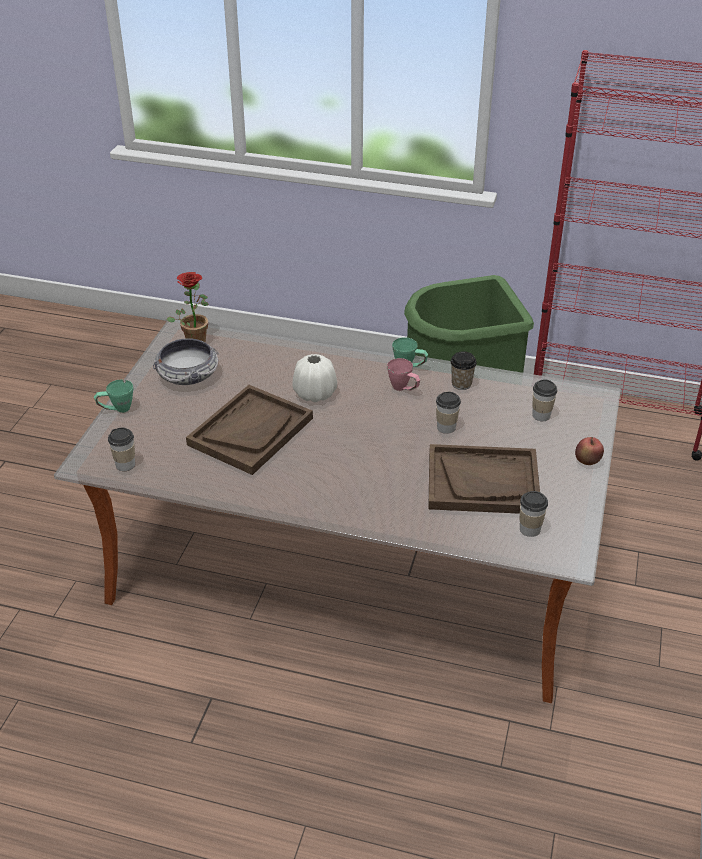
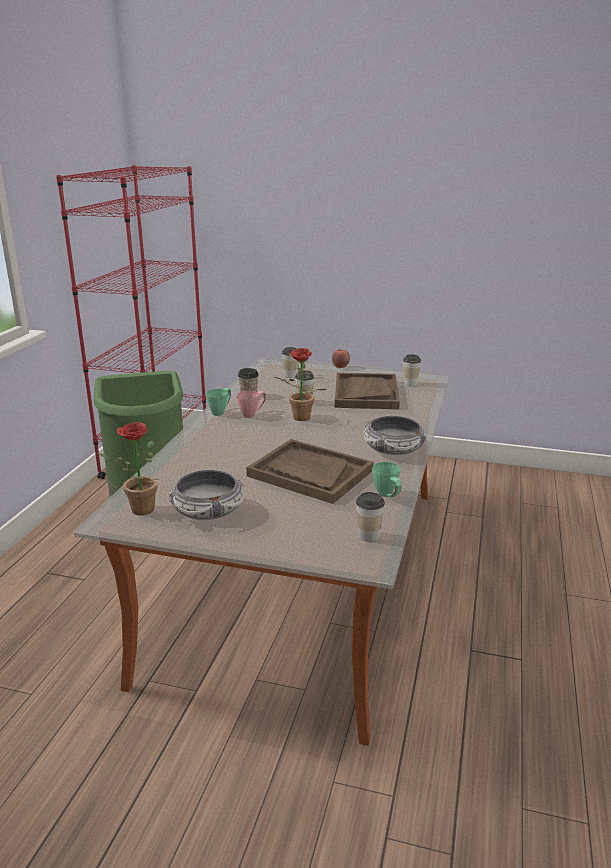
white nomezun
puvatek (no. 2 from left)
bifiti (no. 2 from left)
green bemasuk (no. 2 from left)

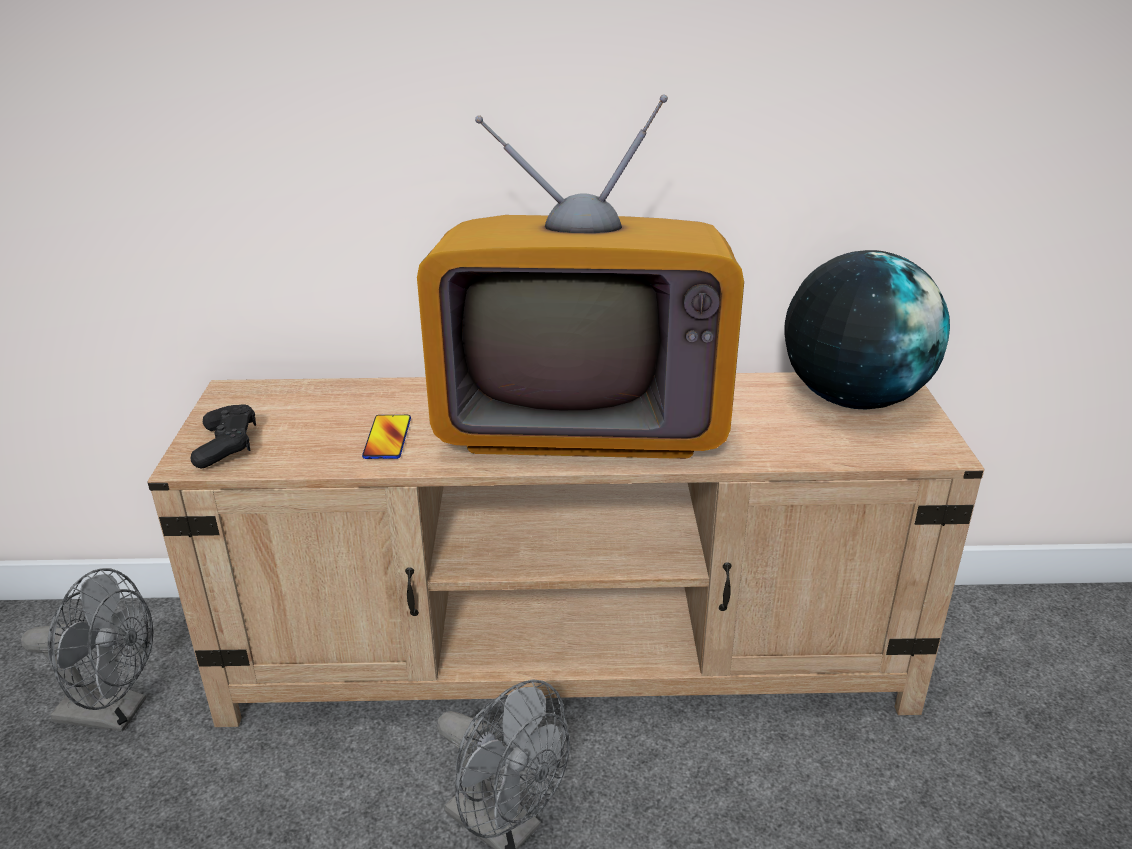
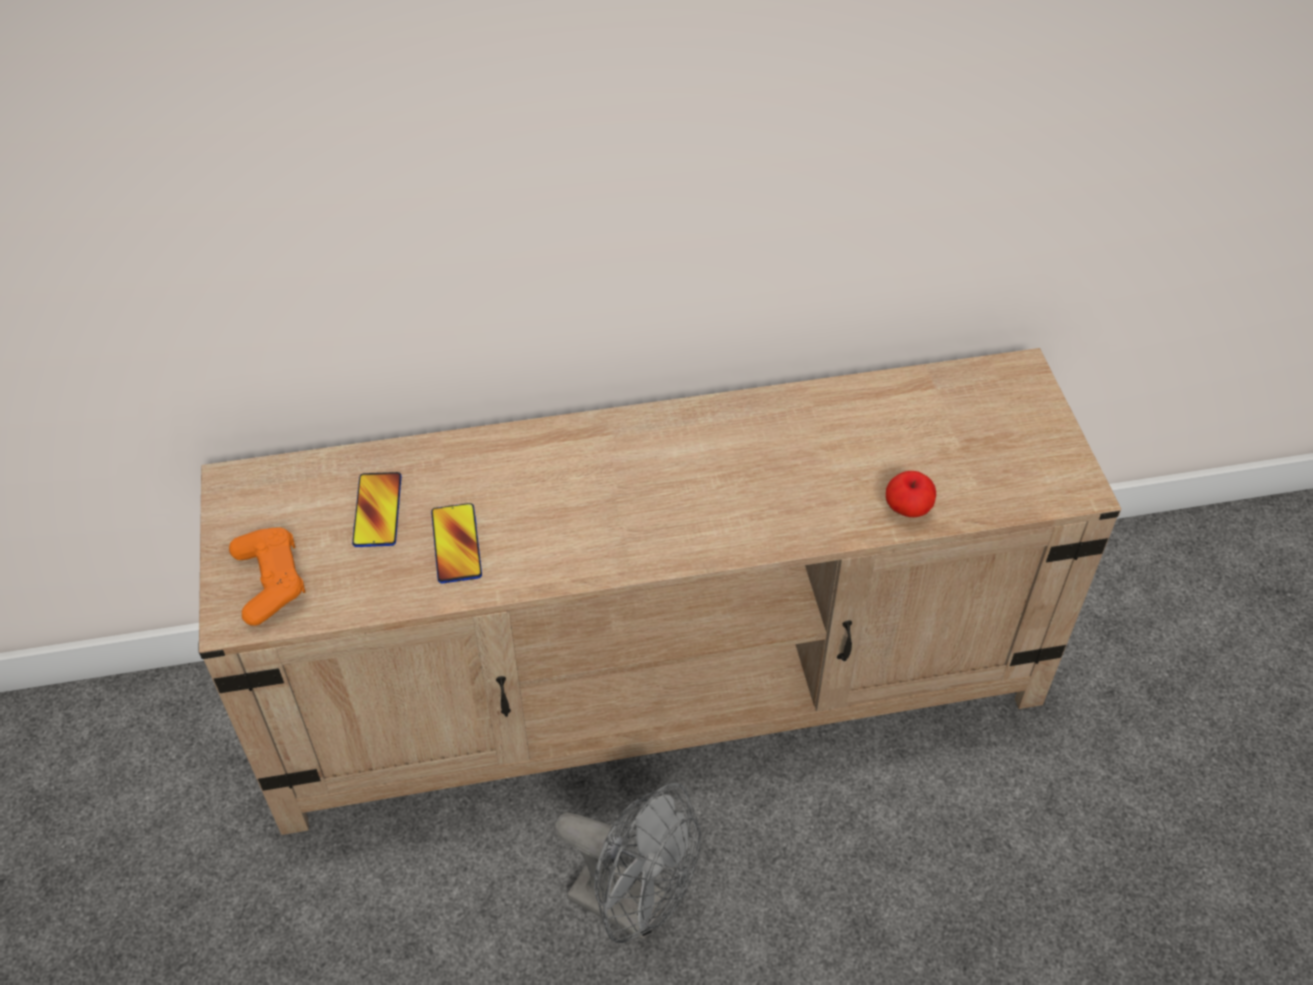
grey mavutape (no. 1 from left in the first image)
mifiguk
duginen
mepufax (no. 1 from left)
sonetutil
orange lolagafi

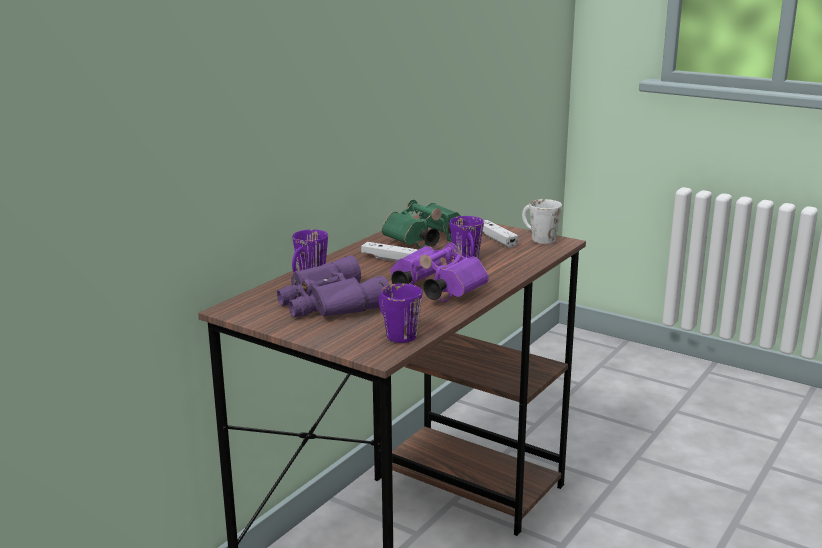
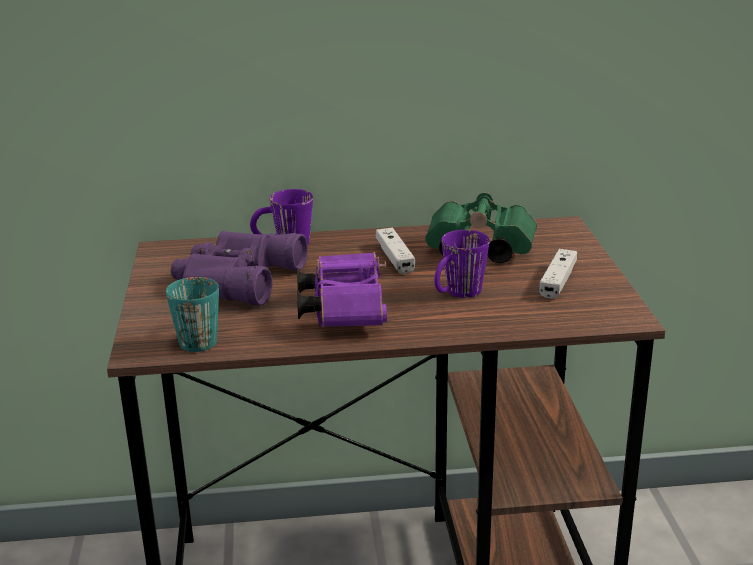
white bemasuk
turquoise bemasuk

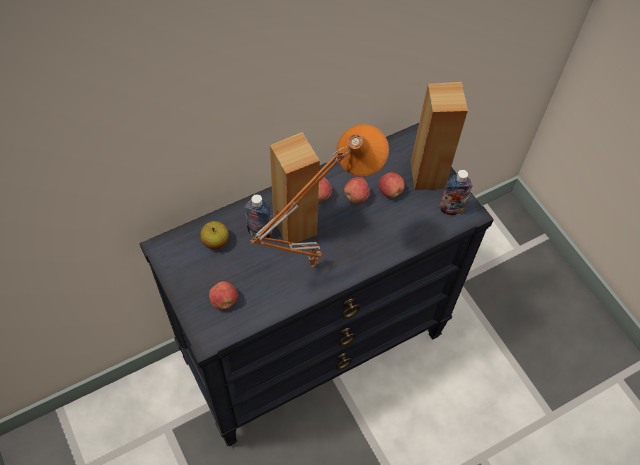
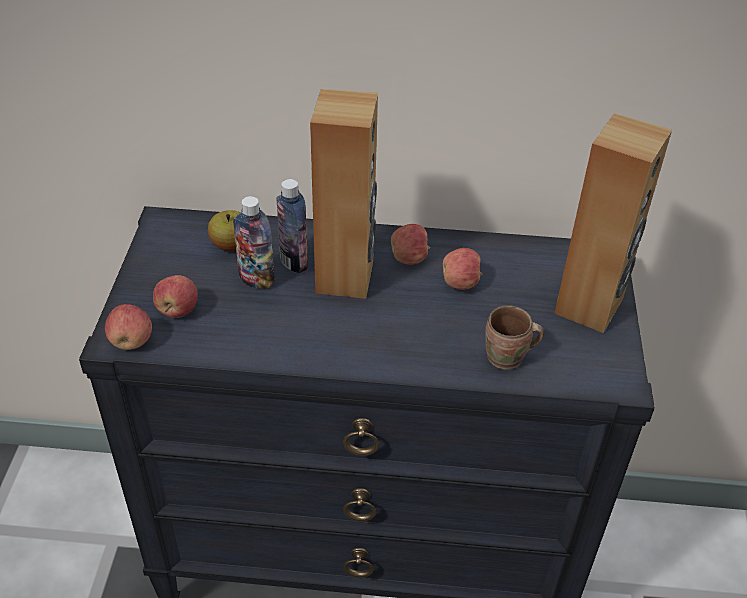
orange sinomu
brown bemasuk
sonetutil (no. 1 from left)
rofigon (no. 1 from left)

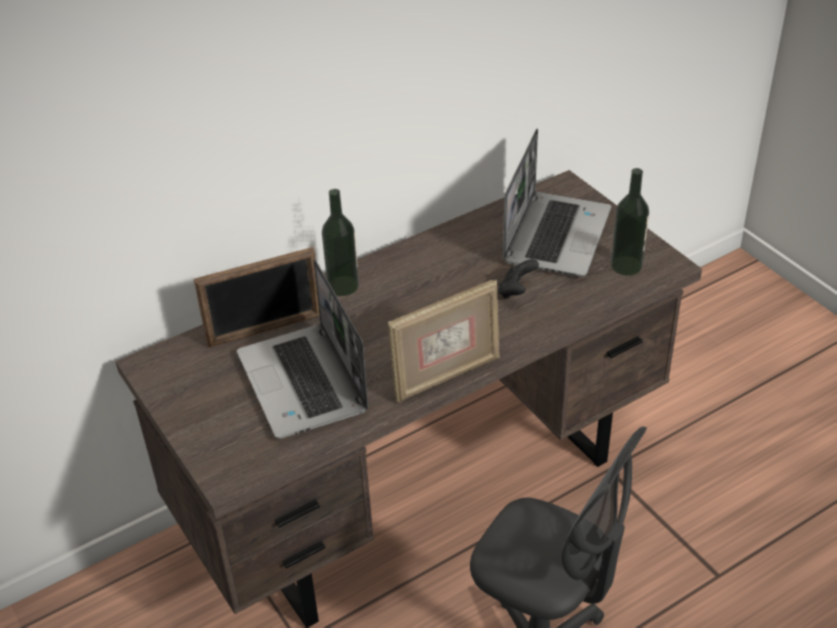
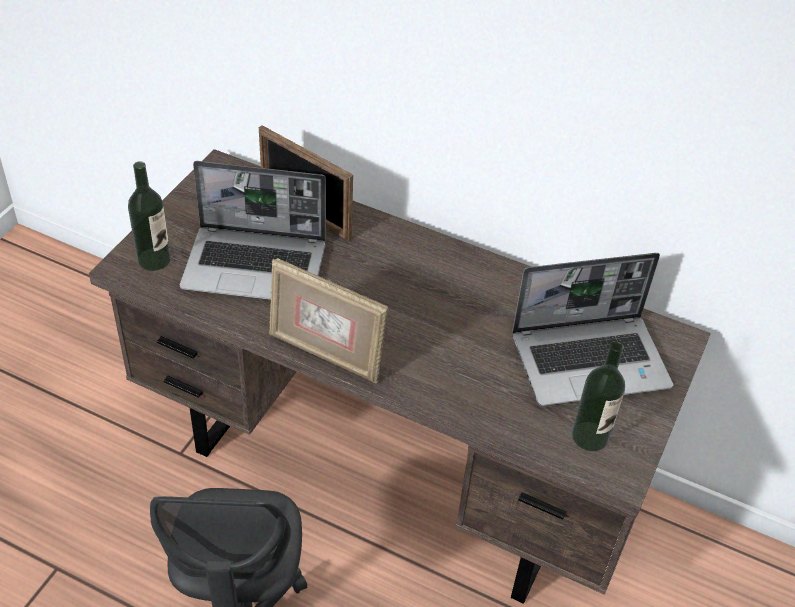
black lolagafi
rofigon (no. 1 from left)
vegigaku (no. 1 from left)

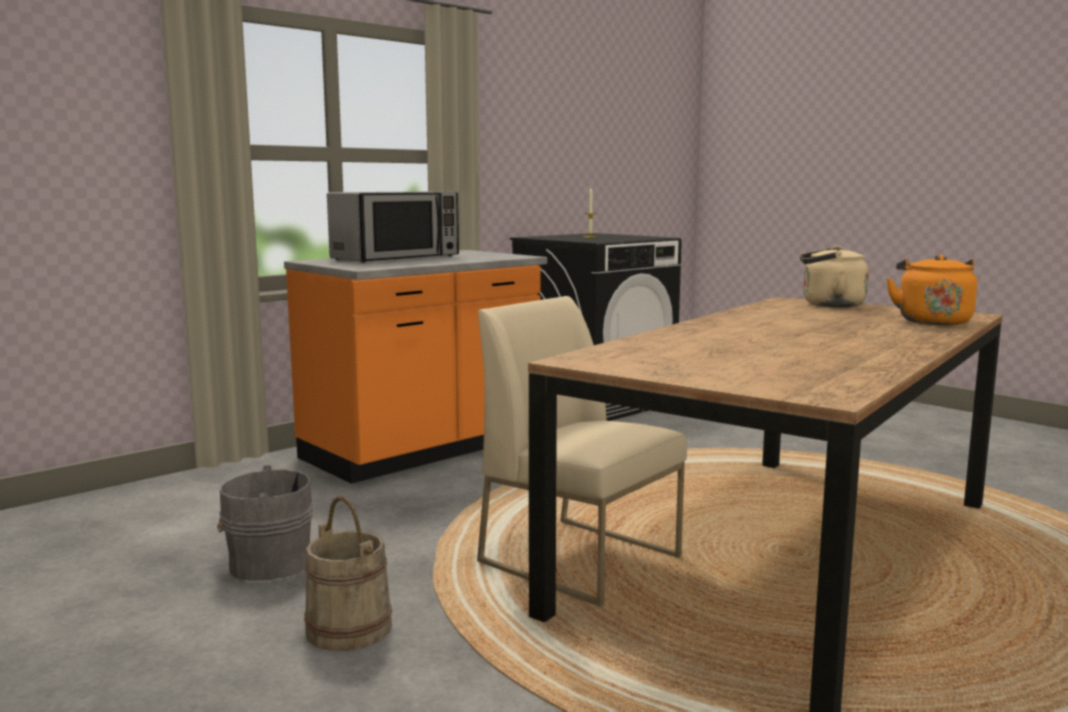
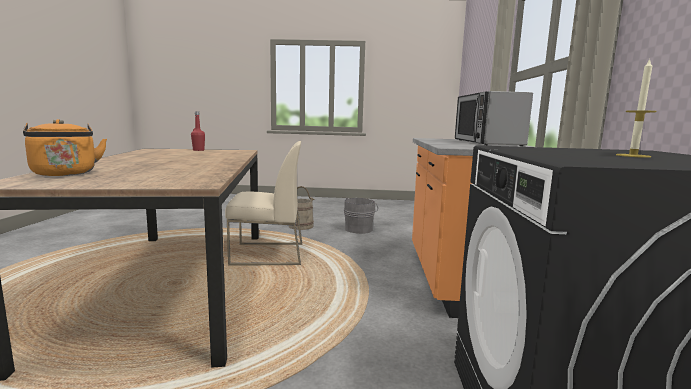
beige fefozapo
red rofigon

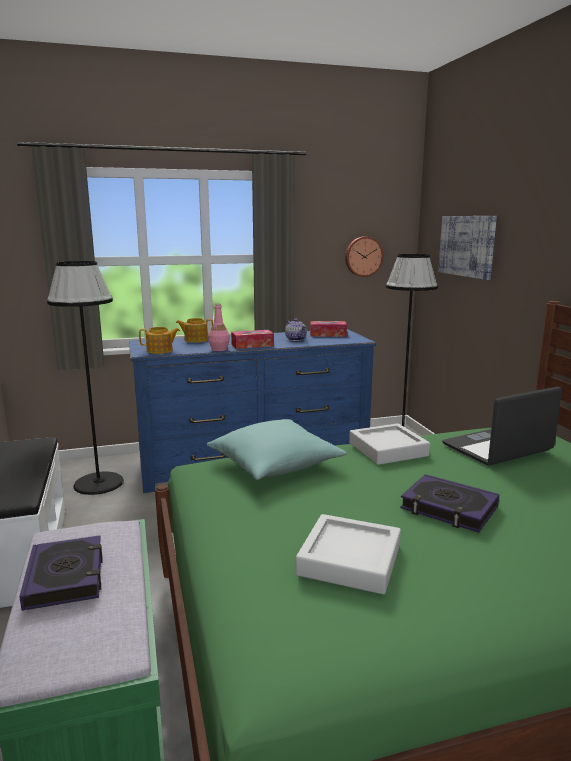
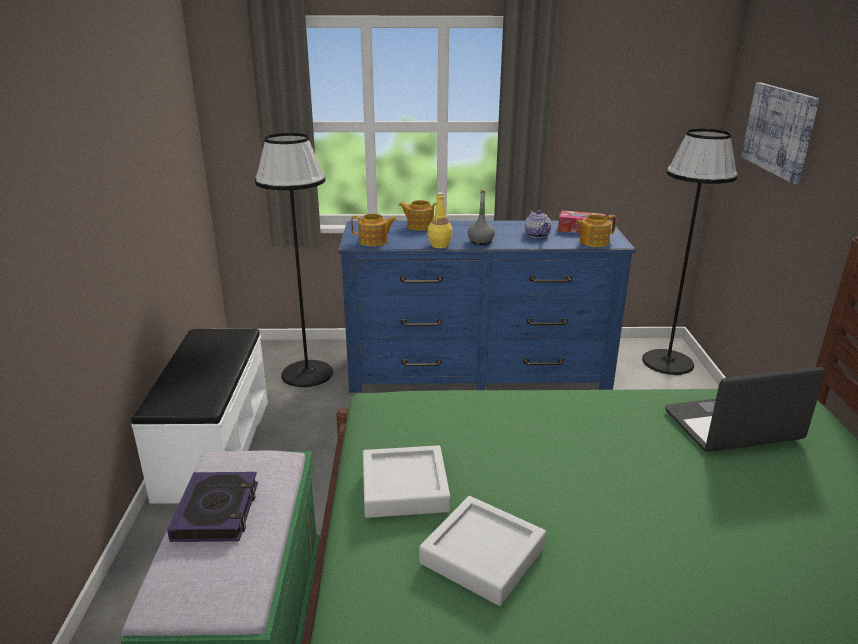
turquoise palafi
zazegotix
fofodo (no. 2 from left in the first image)
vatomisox (no. 4 from left)
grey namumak (no. 1 from left)
grey rofigon
yellow rofigon

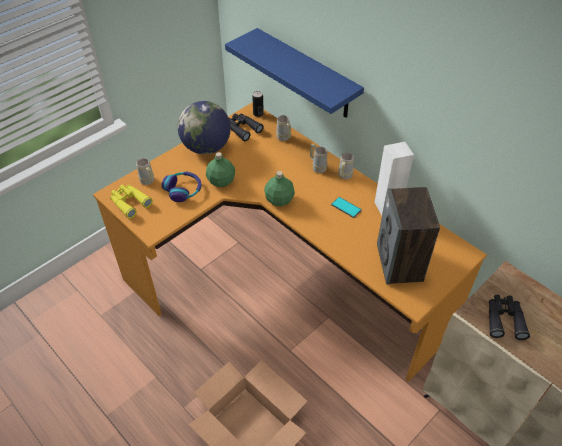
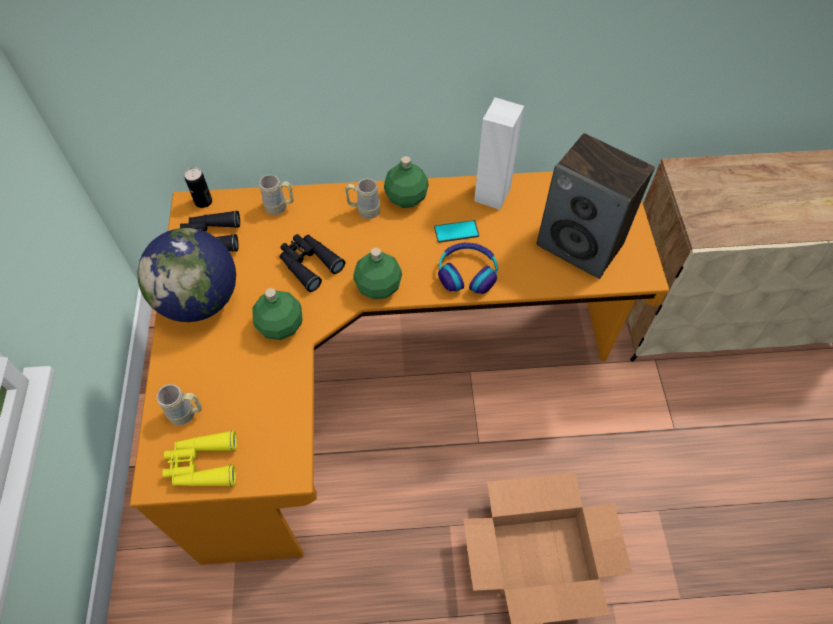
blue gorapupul
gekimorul
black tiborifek (no. 2 from left)
green rofigon (no. 3 from left)

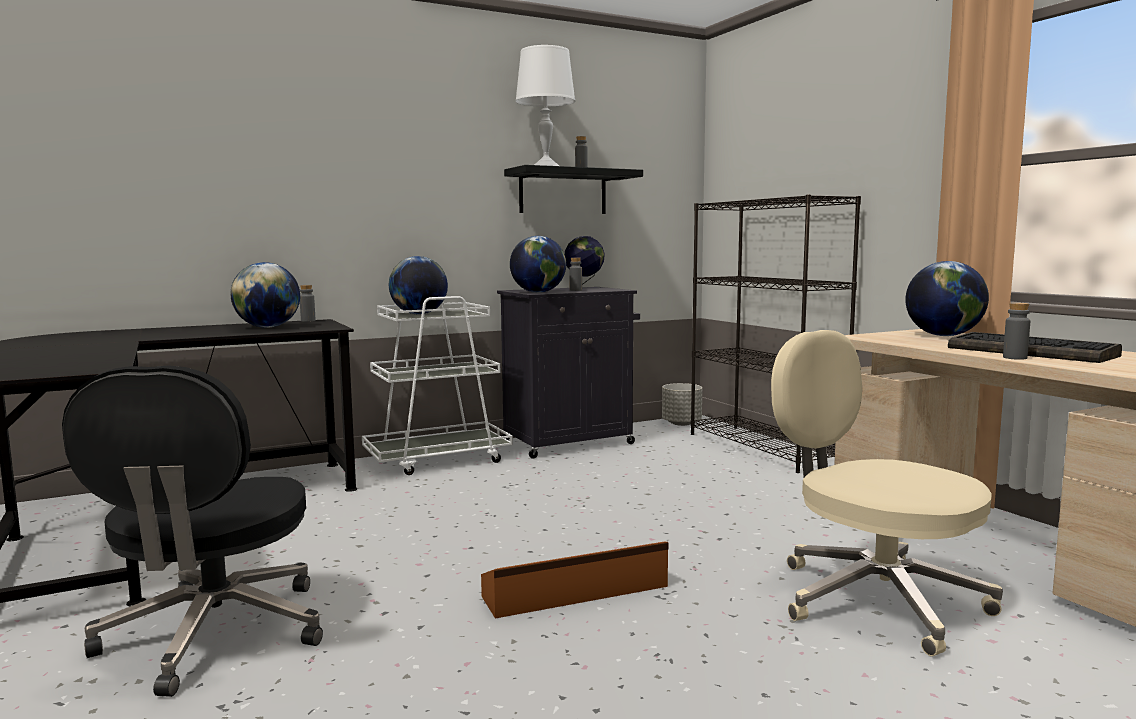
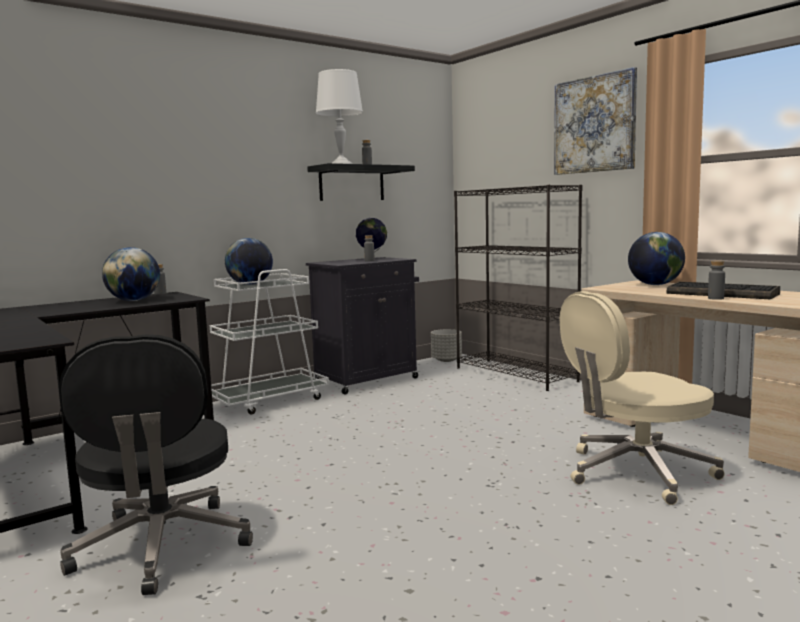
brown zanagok
duginen (no. 3 from left in the first image)
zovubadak
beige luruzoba

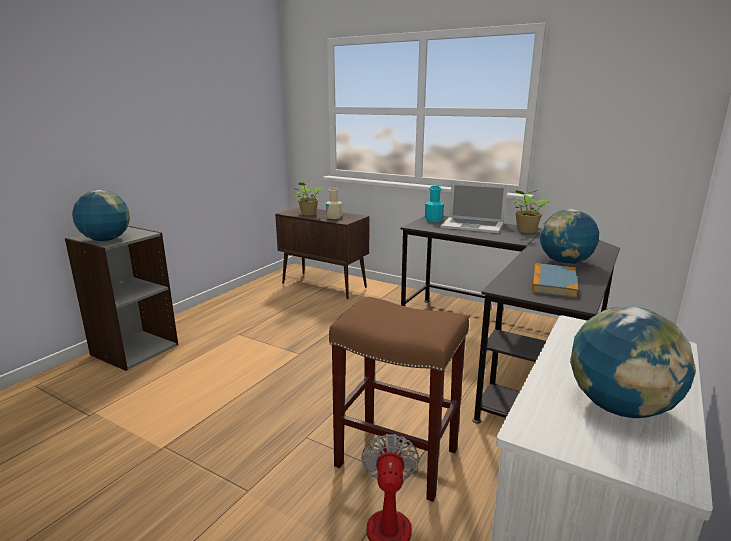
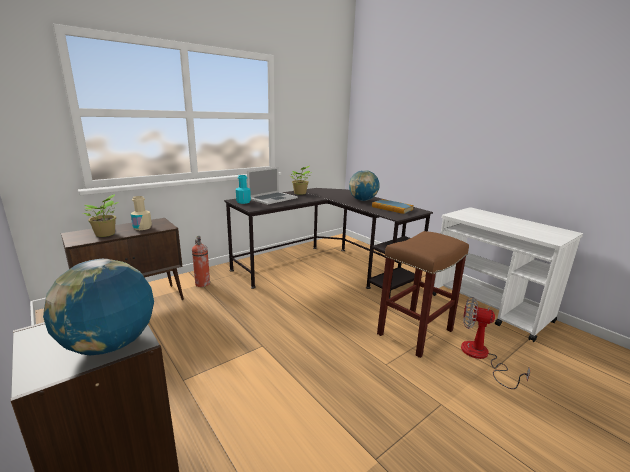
duginen (no. 3 from left in the first image)
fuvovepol

